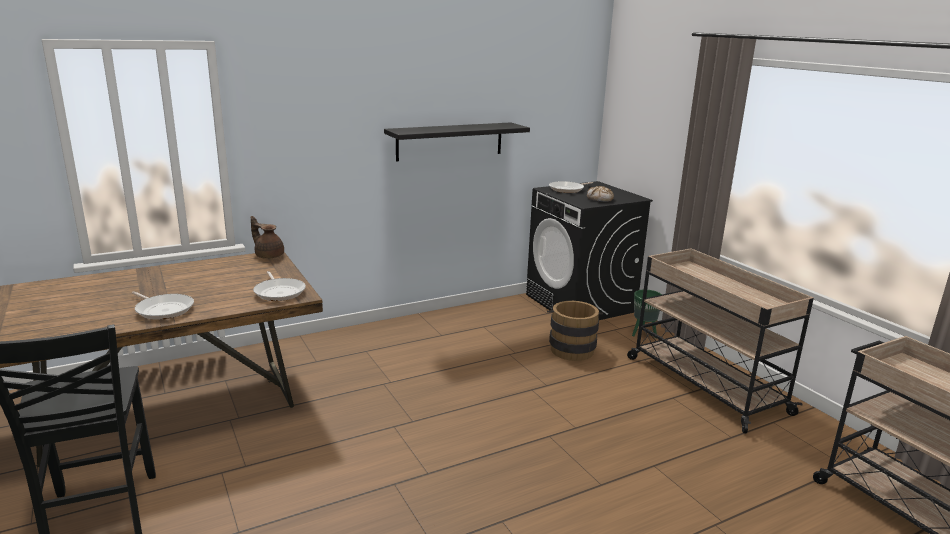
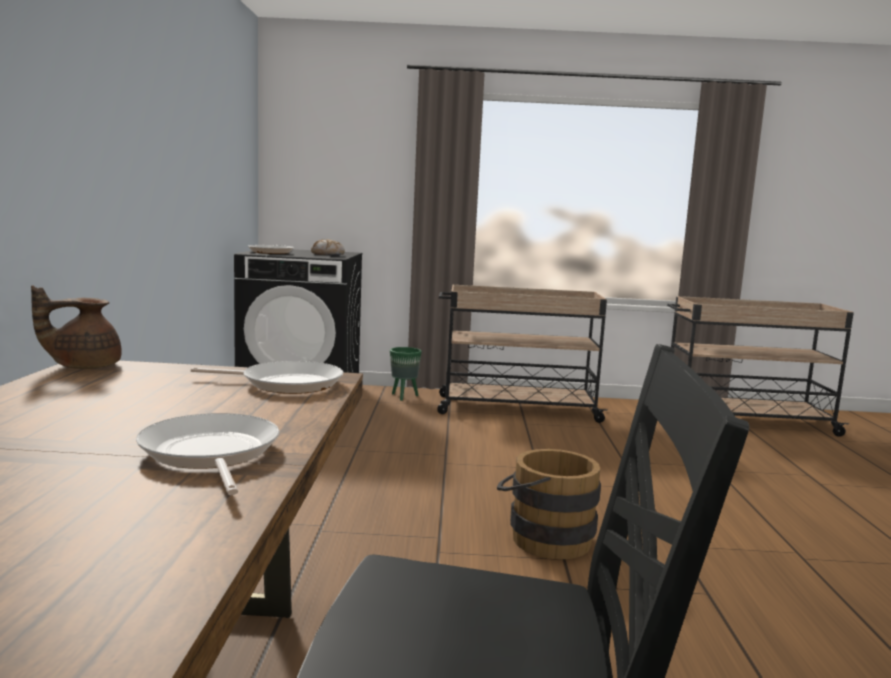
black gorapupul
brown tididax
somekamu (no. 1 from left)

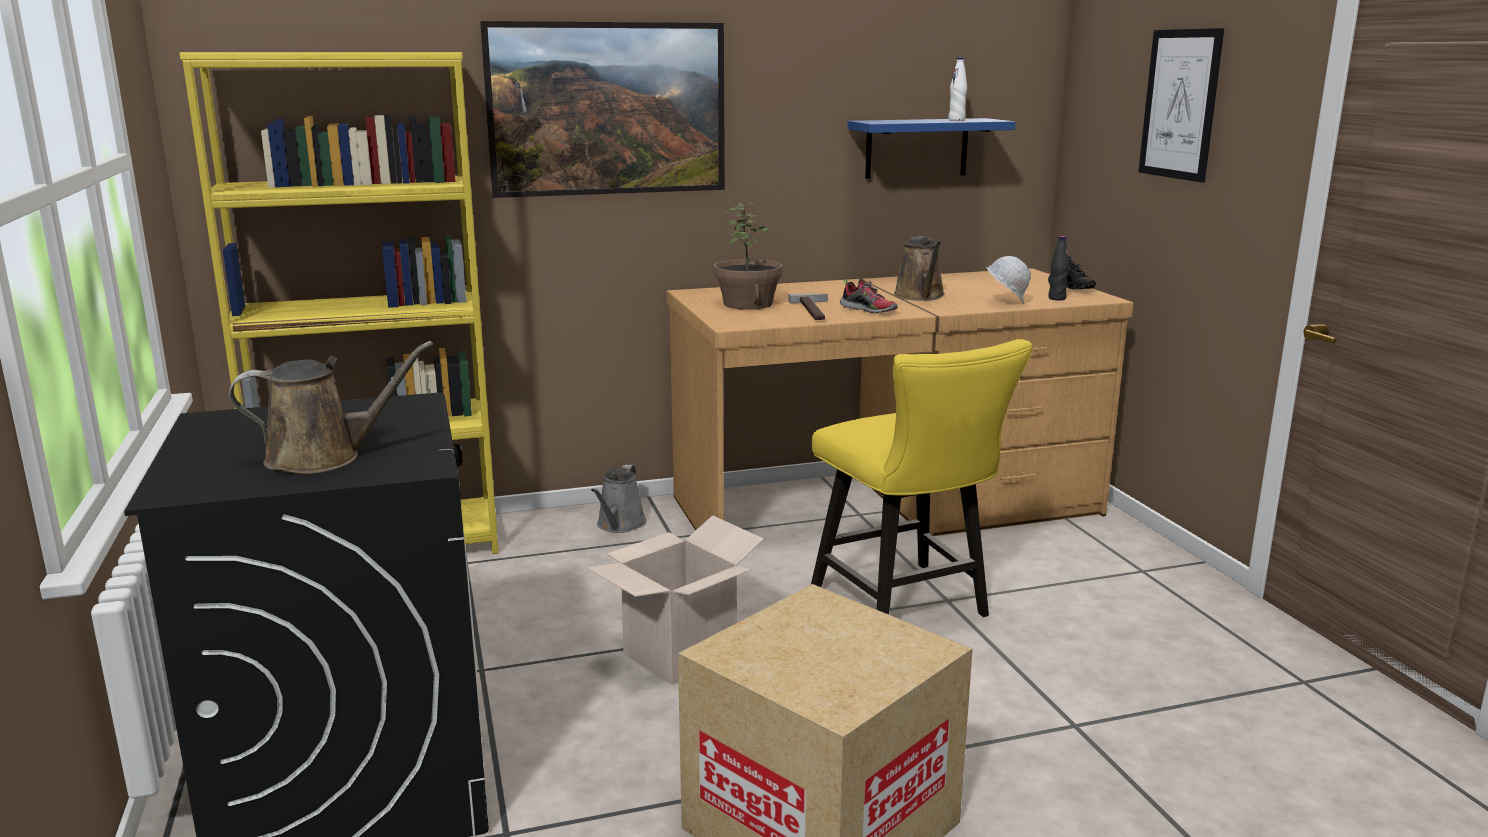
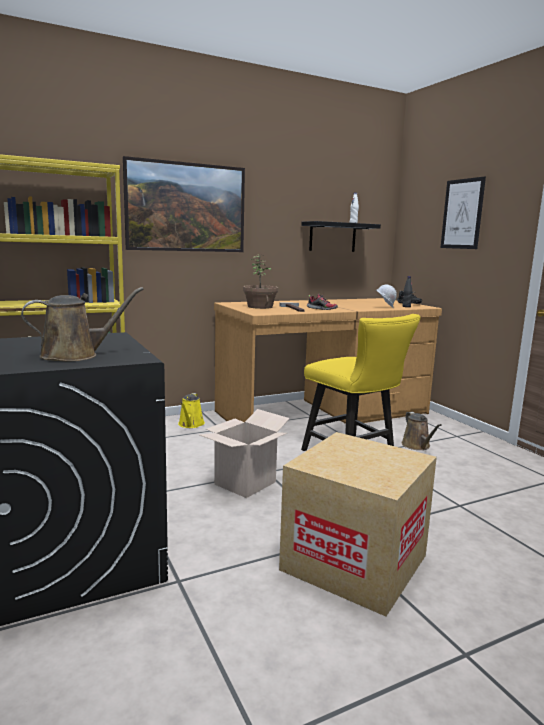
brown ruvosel (no. 2 from left)
yellow ruvosel
black gorapupul

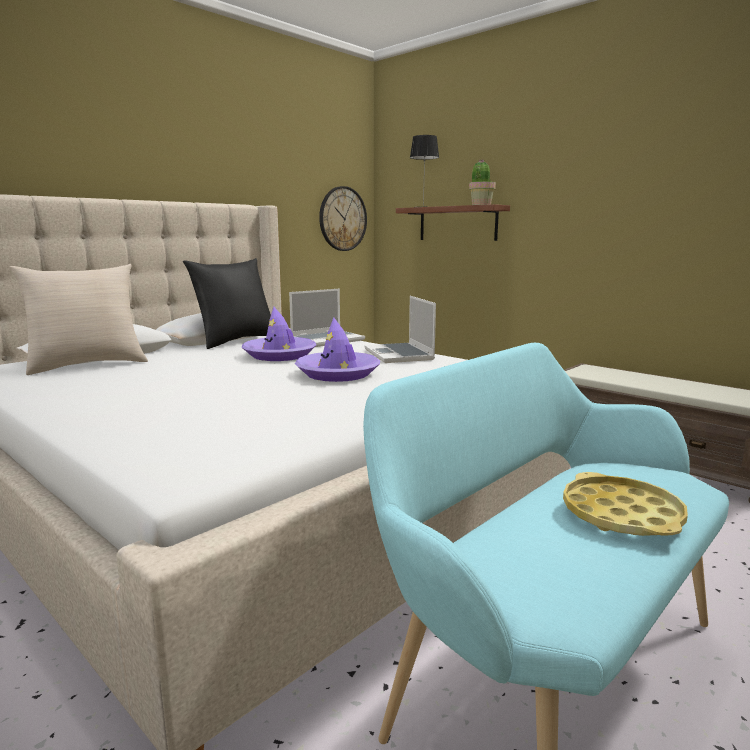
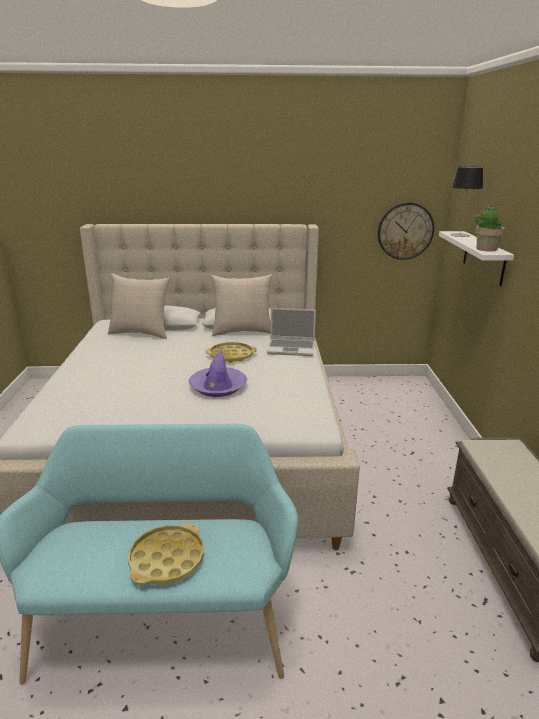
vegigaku (no. 2 from left in the first image)
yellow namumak (no. 2 from left)
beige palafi (no. 2 from left)
white gorapupul

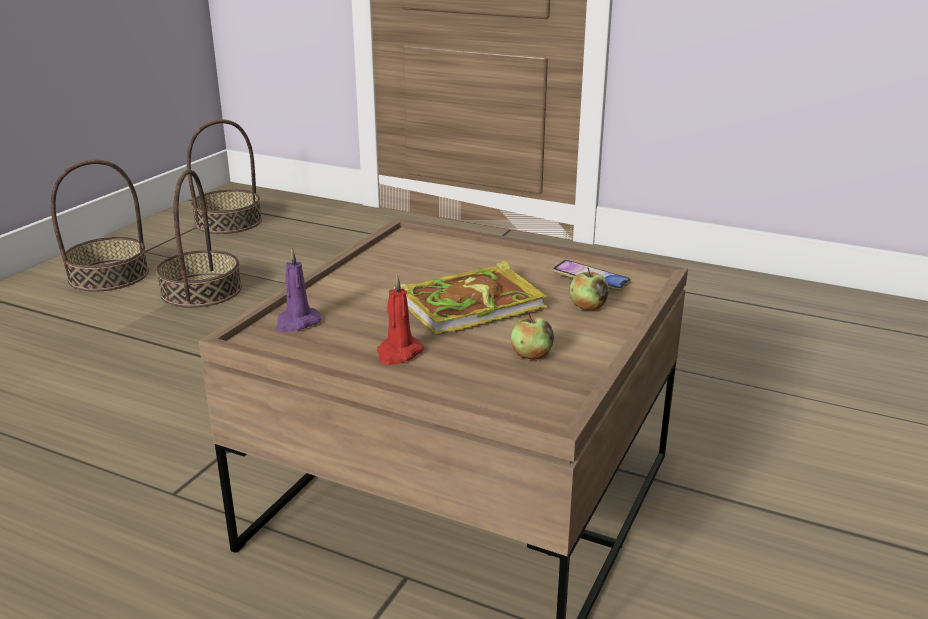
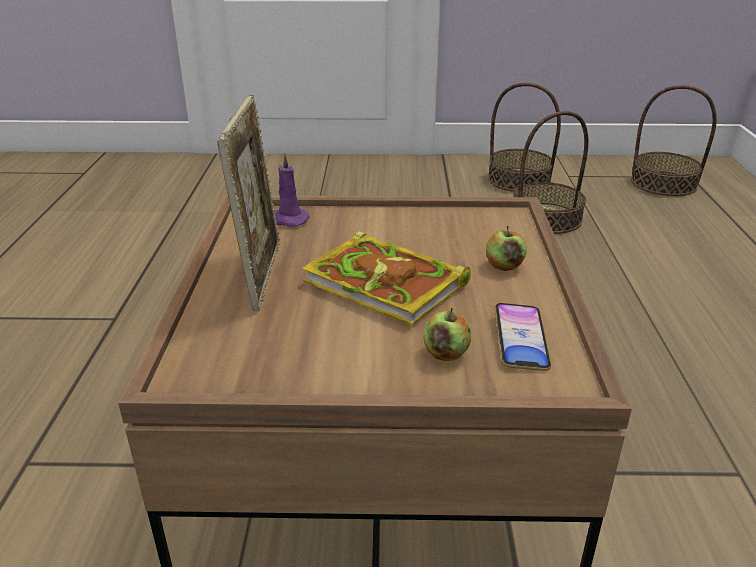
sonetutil (no. 2 from left)
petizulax

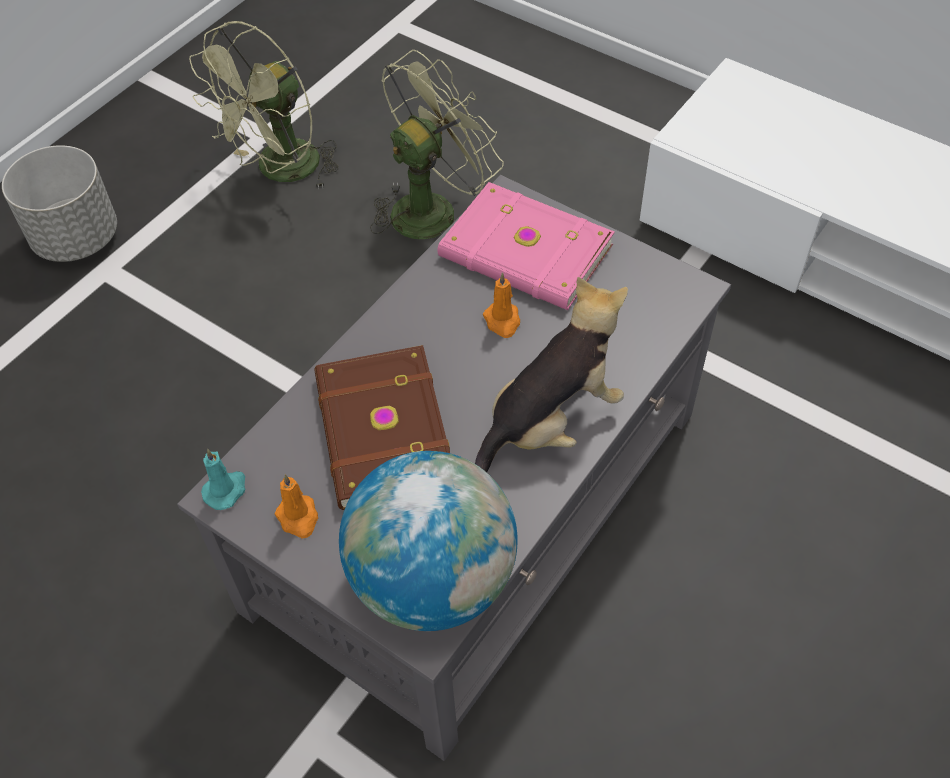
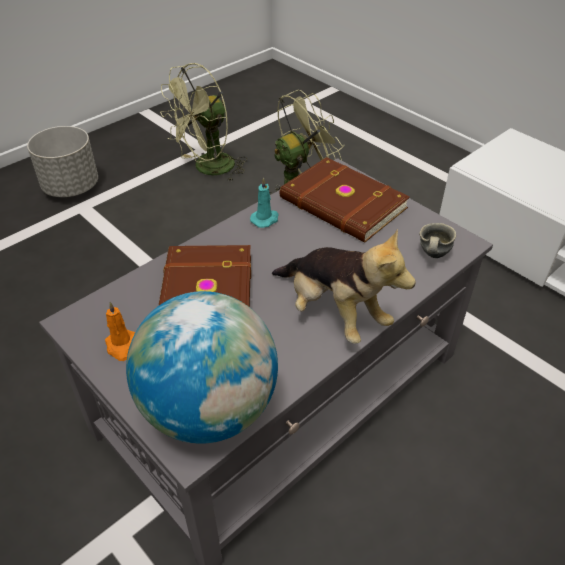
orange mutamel (no. 2 from left in the first image)
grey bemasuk
turquoise mutamel
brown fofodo (no. 2 from left)
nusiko

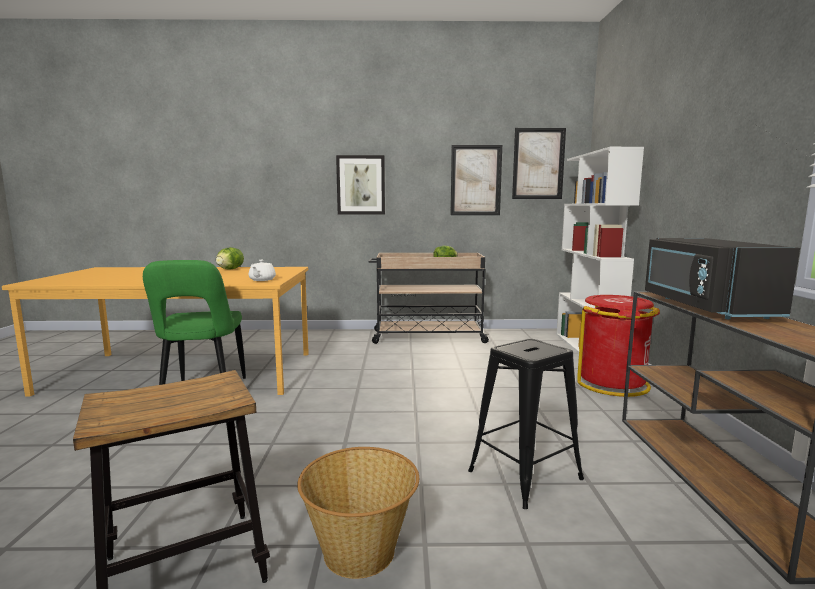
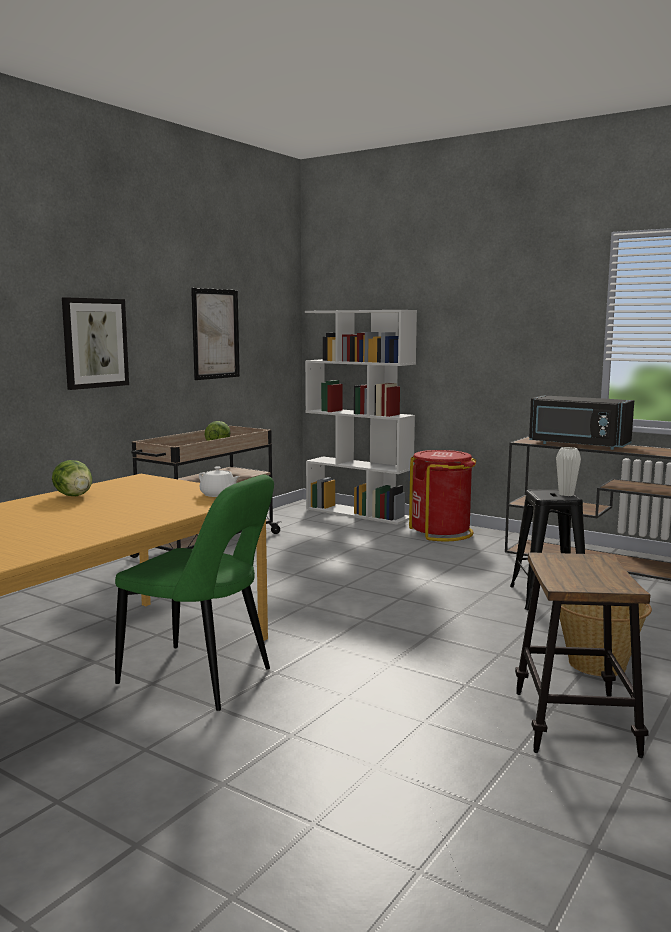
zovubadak (no. 3 from left in the first image)
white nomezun

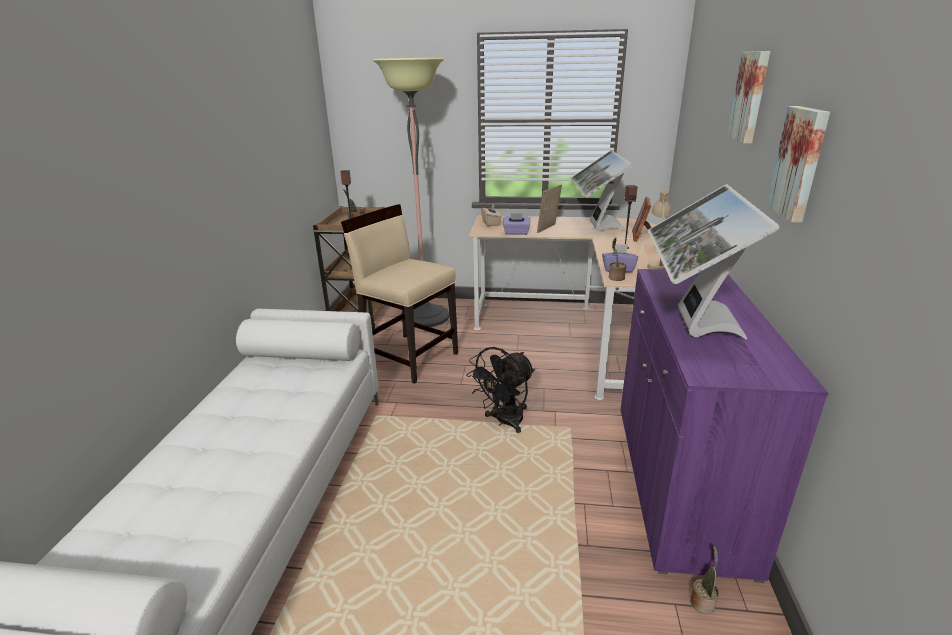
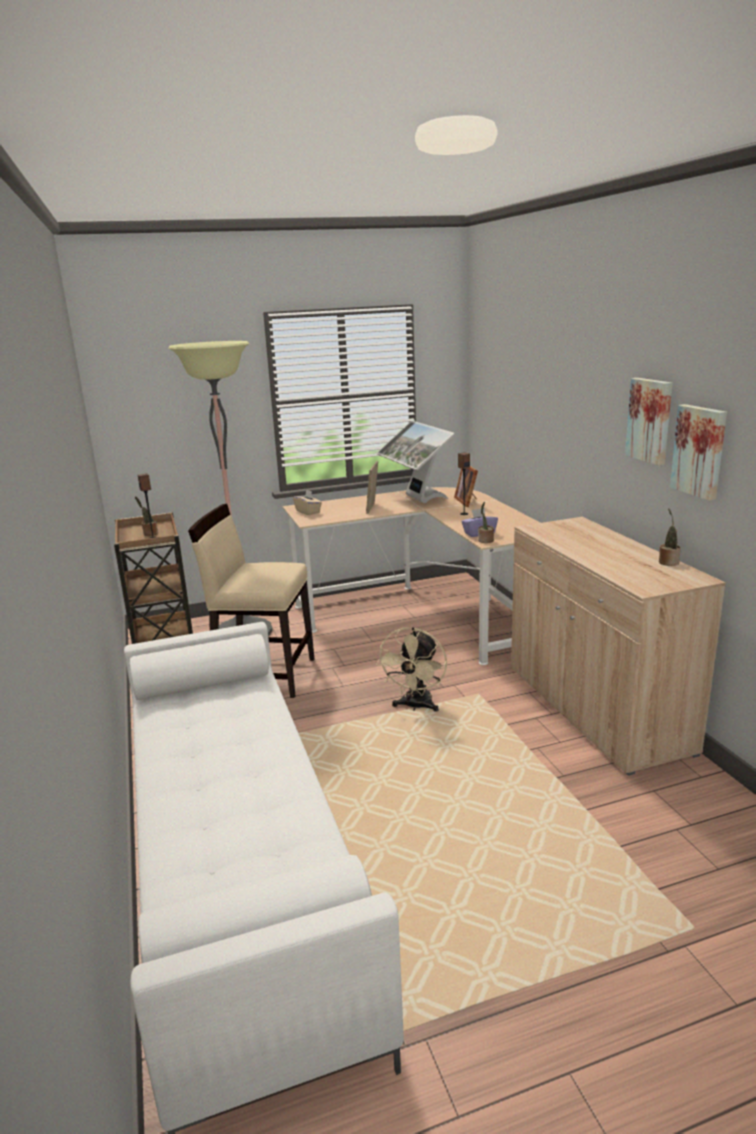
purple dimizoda (no. 1 from left in the first image)
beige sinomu
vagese (no. 2 from left in the first image)
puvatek (no. 3 from left)
zovubadak (no. 2 from left)
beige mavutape
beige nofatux

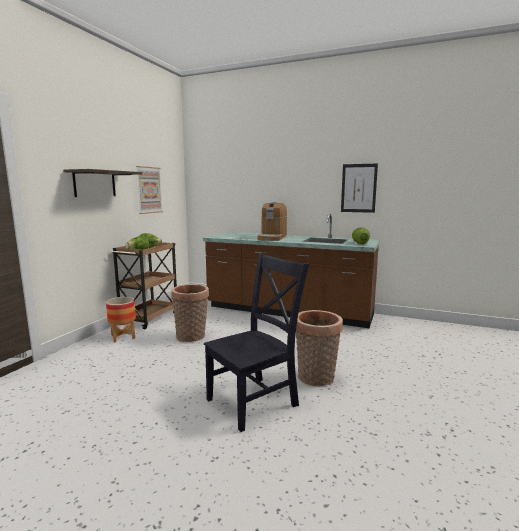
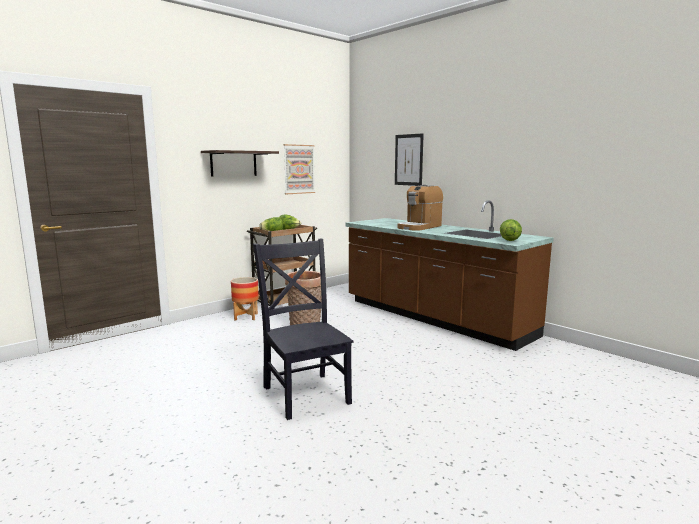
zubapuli (no. 2 from left in the first image)
zovubadak (no. 2 from left)
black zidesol

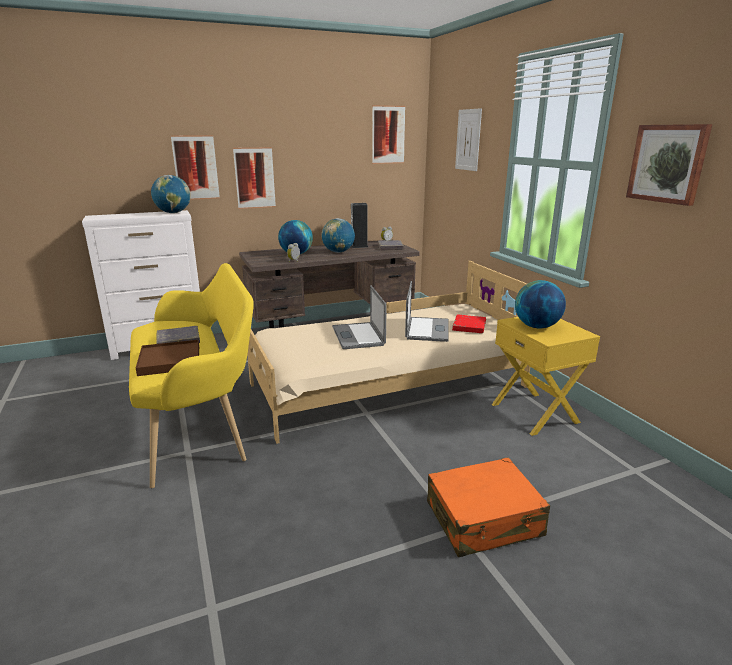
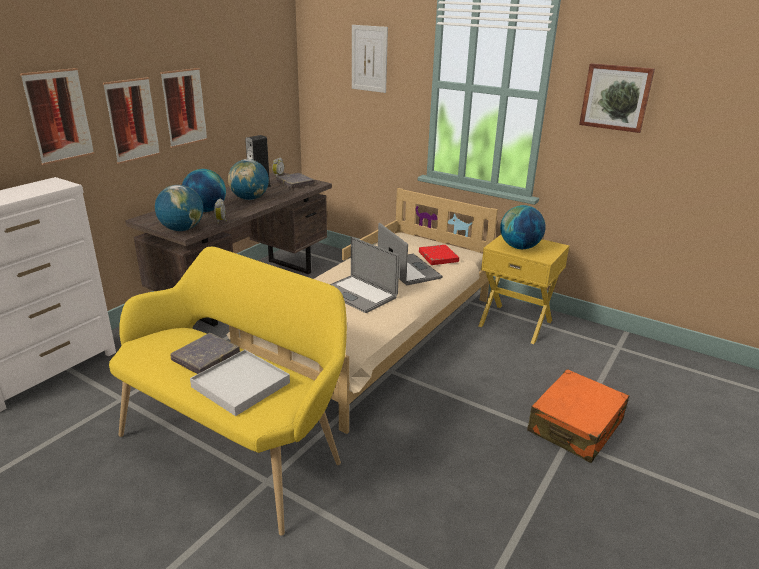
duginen (no. 1 from left)
zovubadak (no. 3 from left)
white namumak

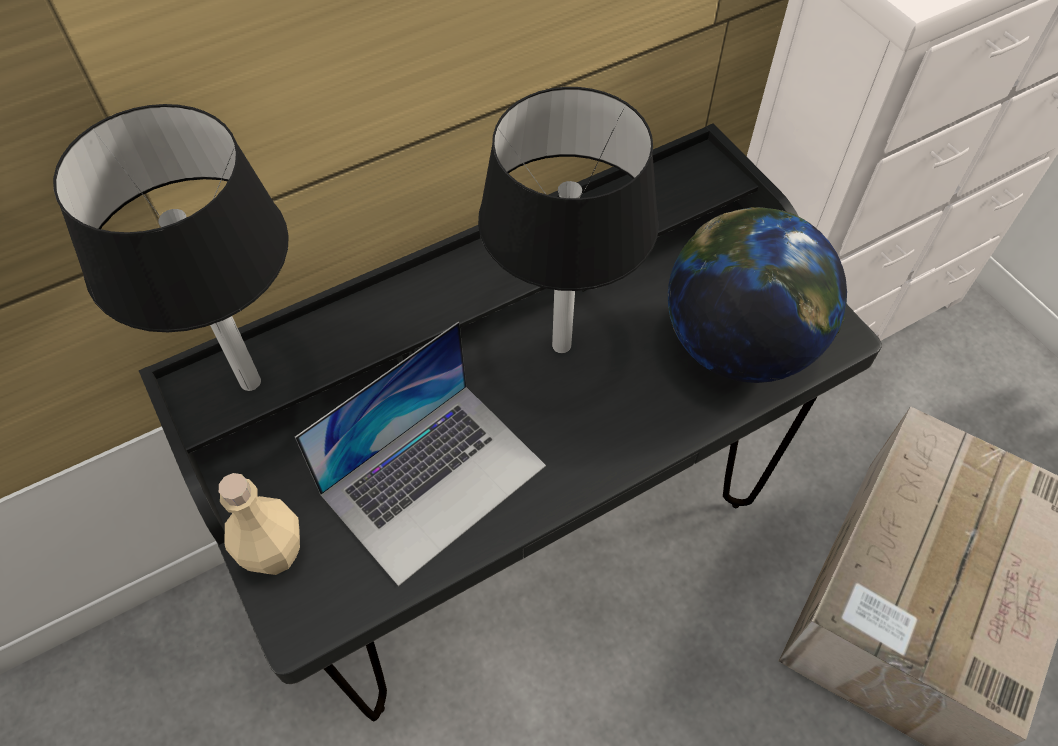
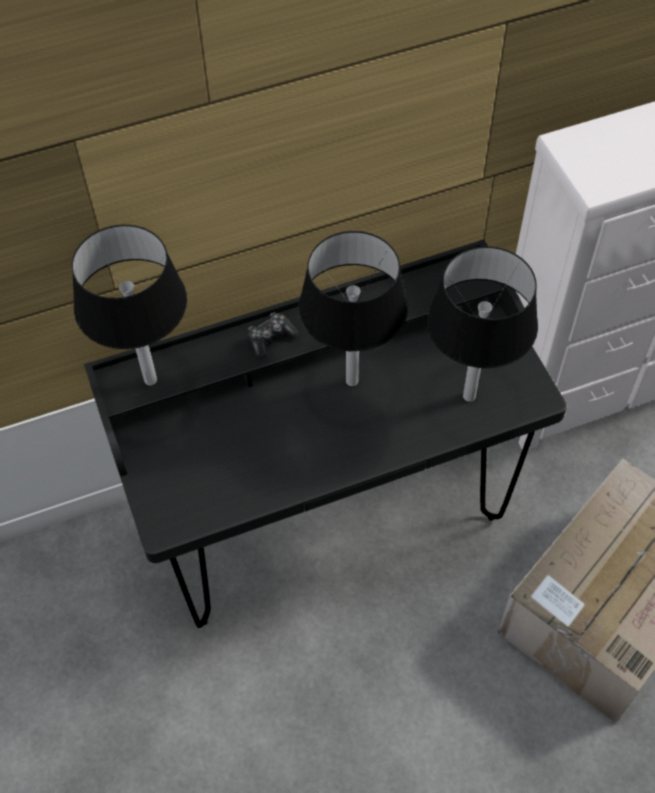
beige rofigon
vegigaku
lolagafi
black sinomu (no. 3 from left)

